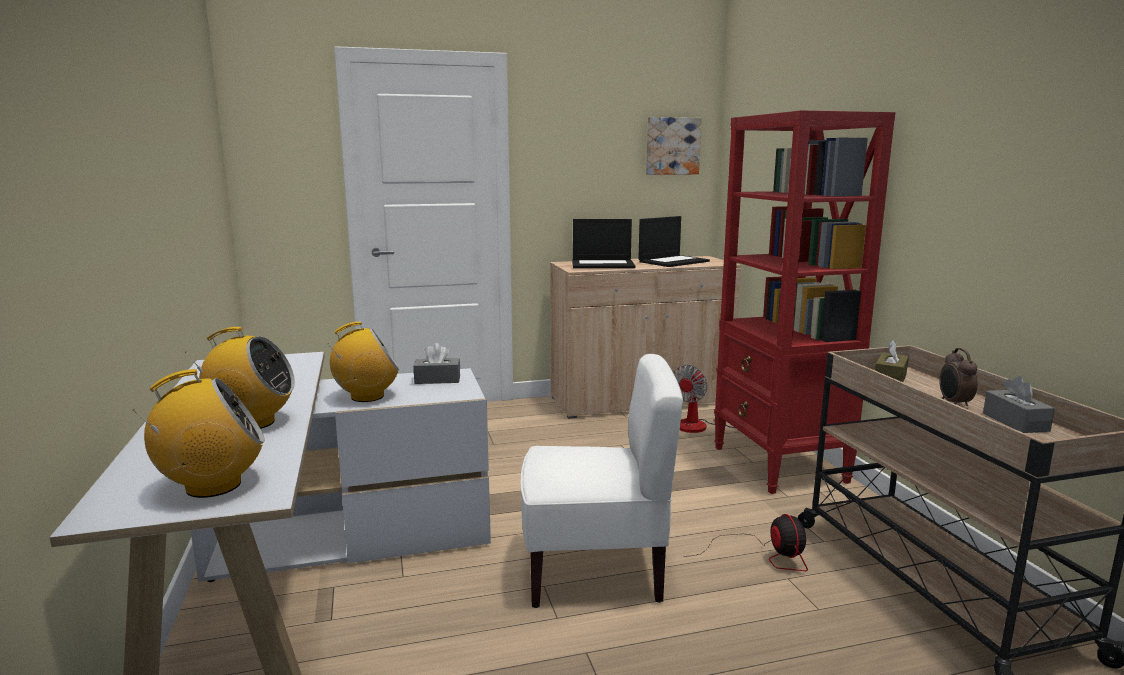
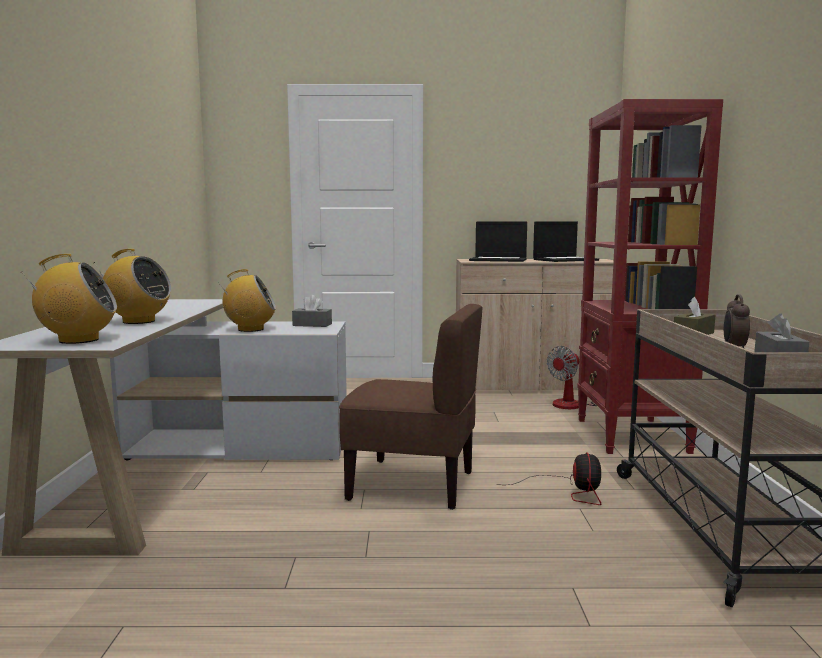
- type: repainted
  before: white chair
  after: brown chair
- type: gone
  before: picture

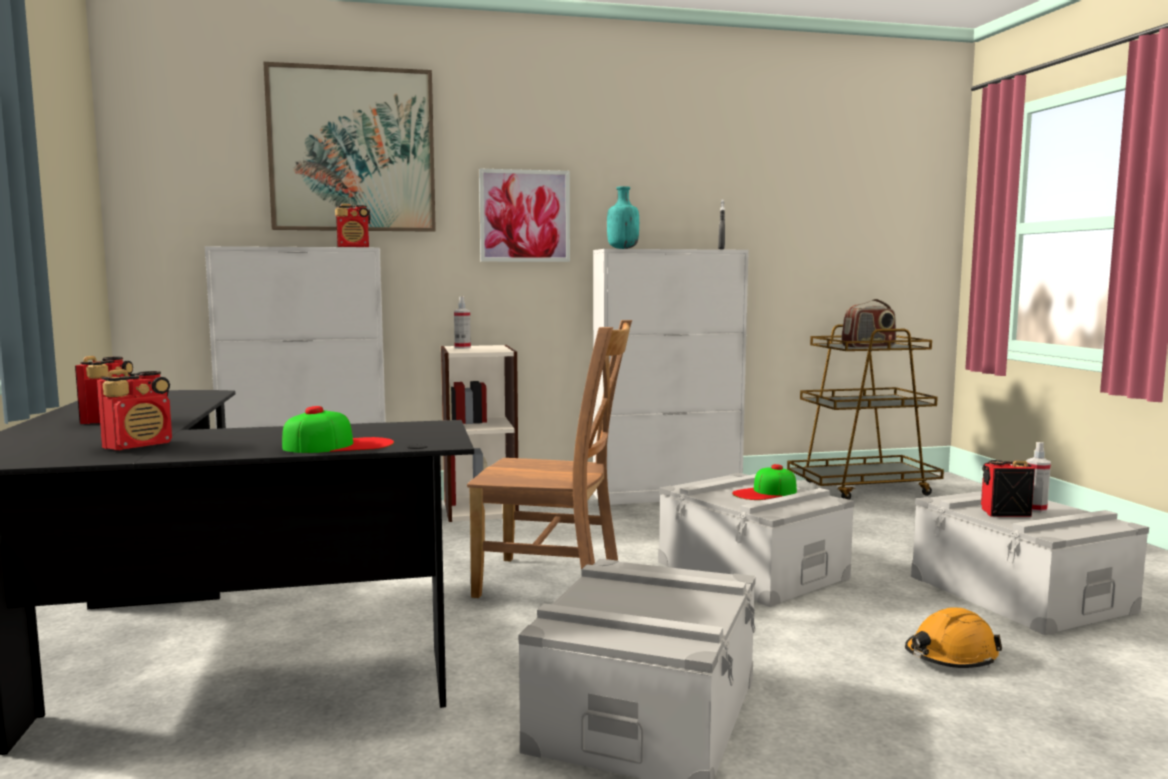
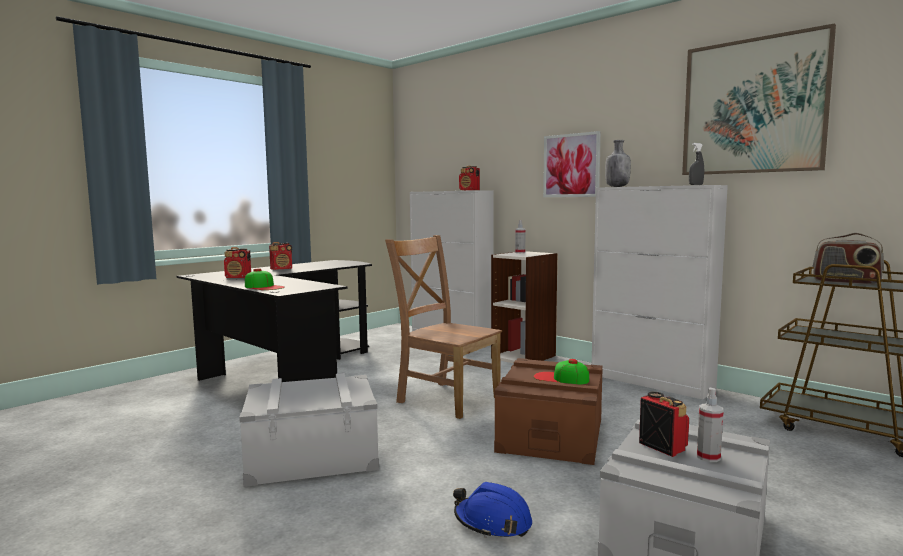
- type: shifted
  before: picture (no. 1 from left in the first image)
  after: picture (no. 2 from left)
- type: rotated
  before: brown chair
  turn: 150
- type: repainted
  before: turquoise bottle
  after: grey bottle
- type: repainted
  before: grey storage box (no. 2 from left)
  after: brown storage box
- type: repainted
  before: orange hard hat
  after: blue hard hat

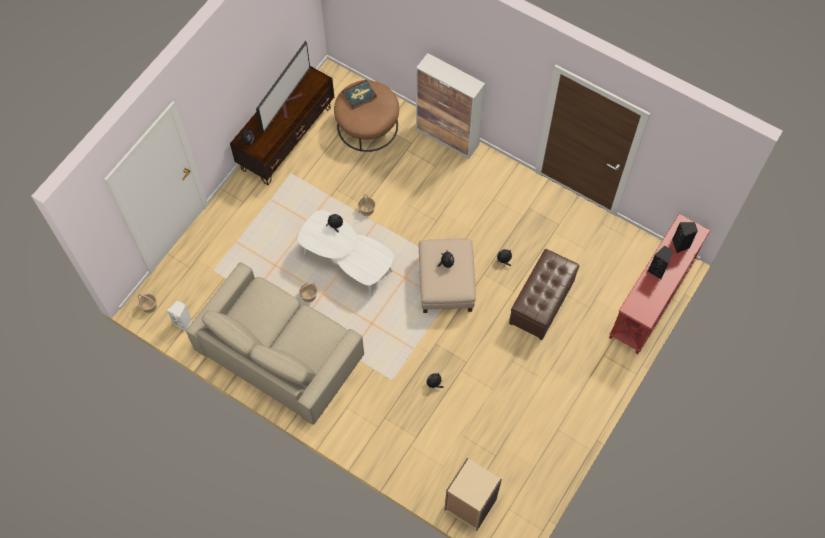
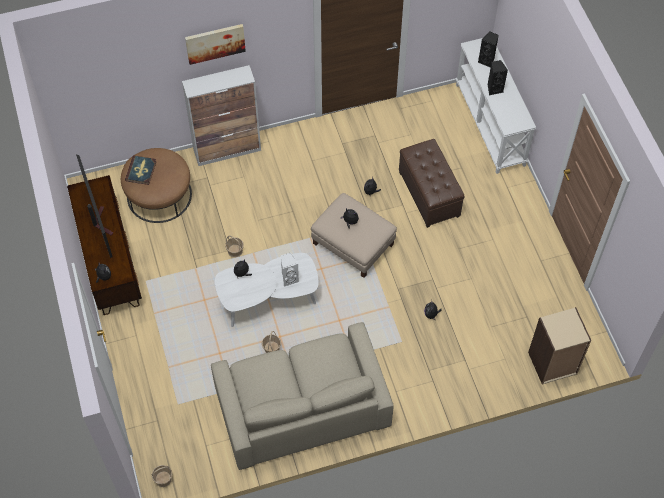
- type: shifted
  before: white speaker
- type: repainted
  before: red console table
  after: white console table
- type: new
  after: picture

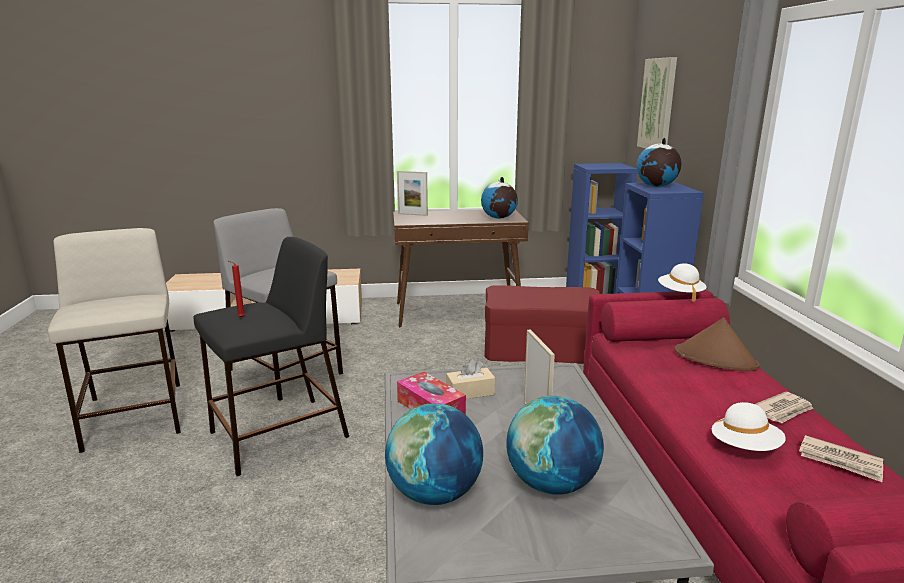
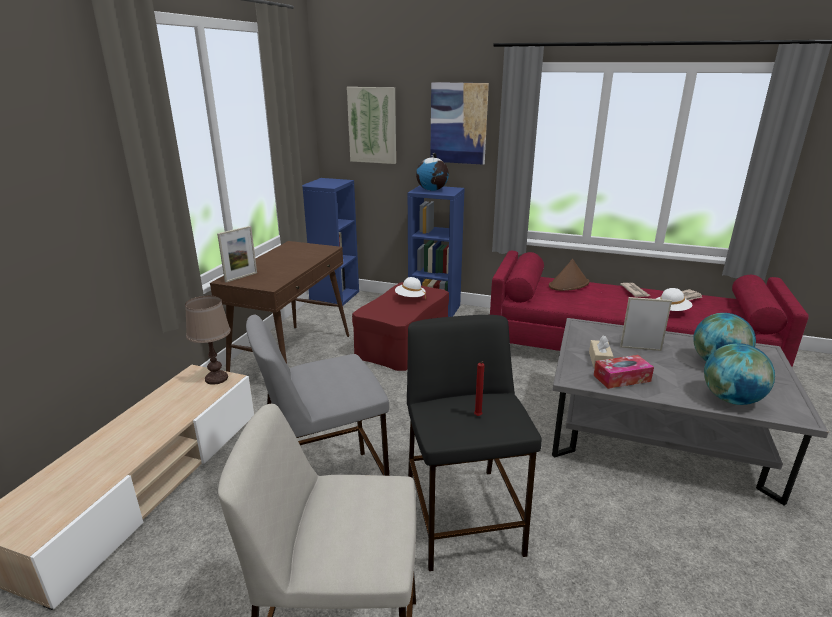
- type: gone
  before: globe (no. 2 from left)
- type: shifted
  before: white hat (no. 1 from left)
- type: new
  after: brown table lamp
- type: new
  after: picture (no. 2 from left)

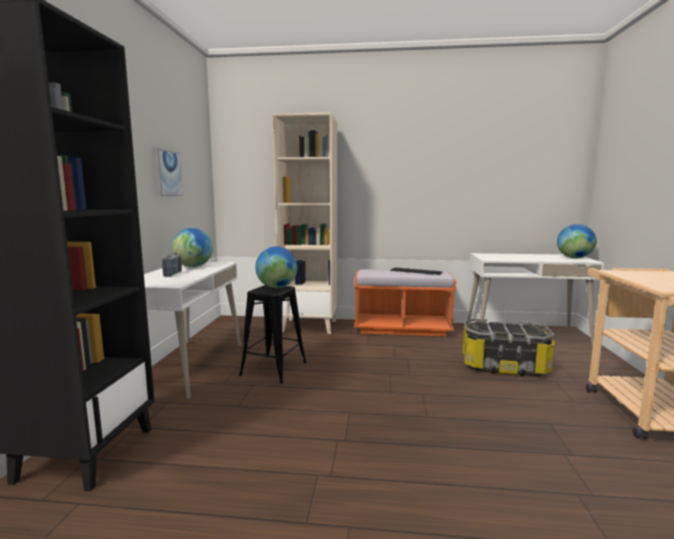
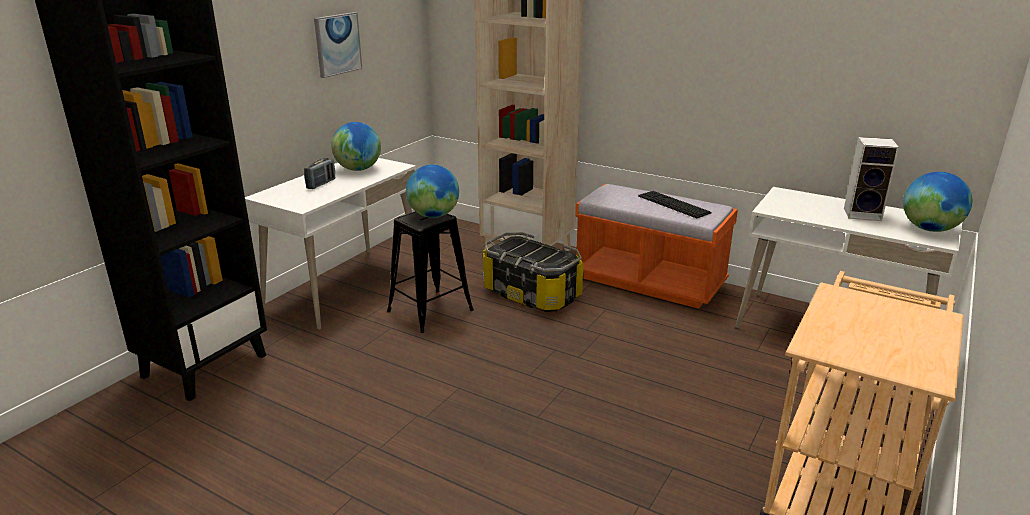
- type: shifted
  before: storage box
- type: new
  after: speaker

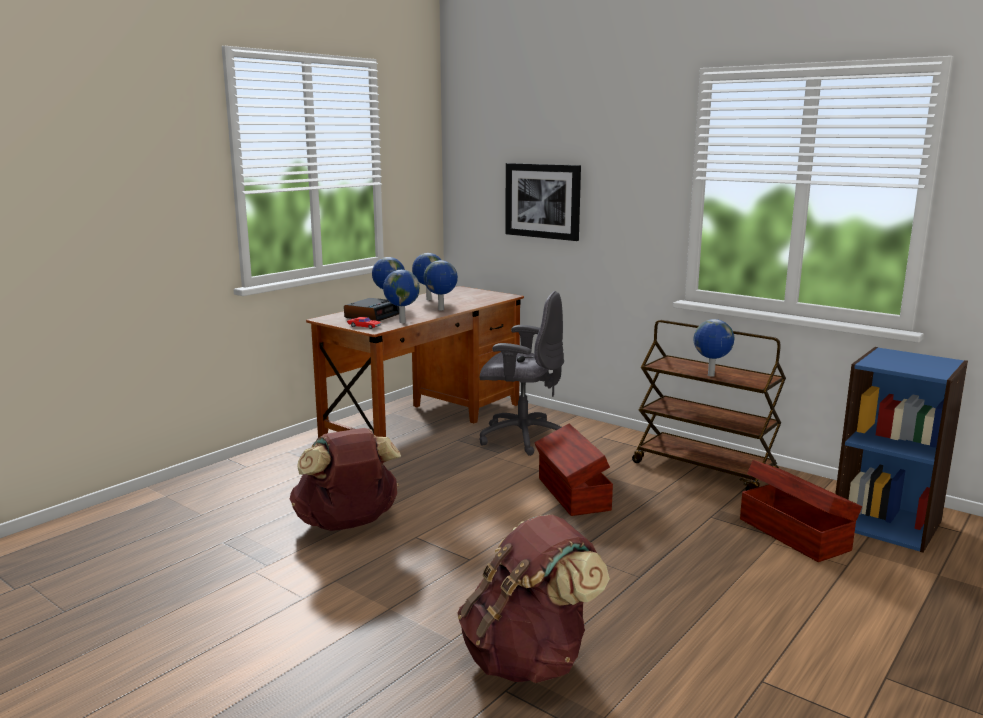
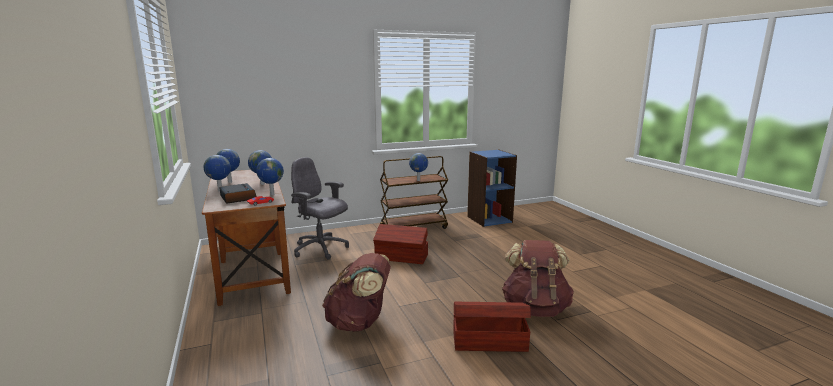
- type: rotated
  before: grey office chair
  turn: -105
- type: gone
  before: picture
- type: shifted
  before: brown storage box (no. 2 from left)

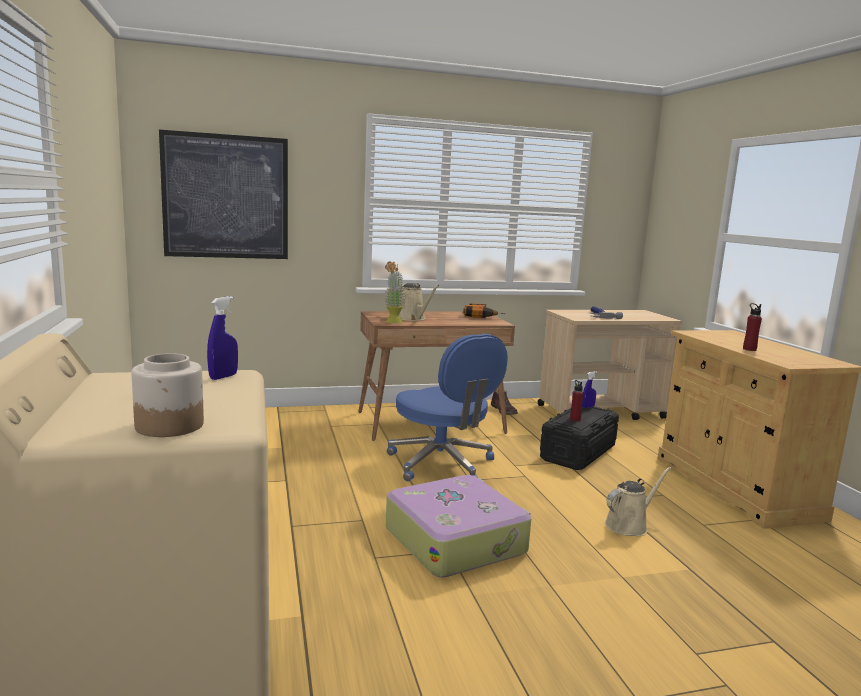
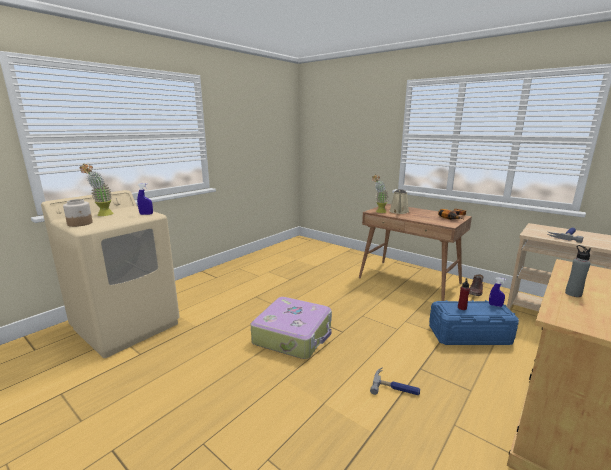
- type: gone
  before: picture
- type: gone
  before: blue office chair
- type: repainted
  before: black storage box
  after: blue storage box
- type: swapped
  before: beige watering can (no. 2 from left)
  after: hammer (no. 1 from left)
- type: repainted
  before: red bottle (no. 2 from left)
  after: grey bottle
- type: new
  after: potted plant (no. 1 from left)

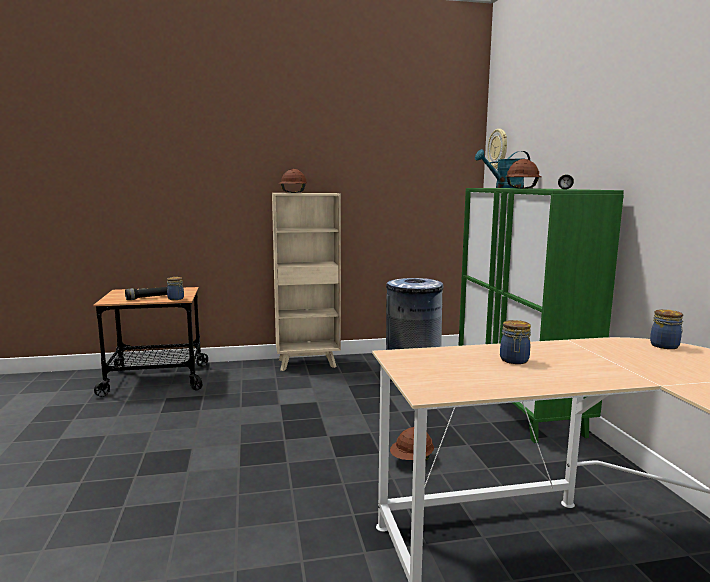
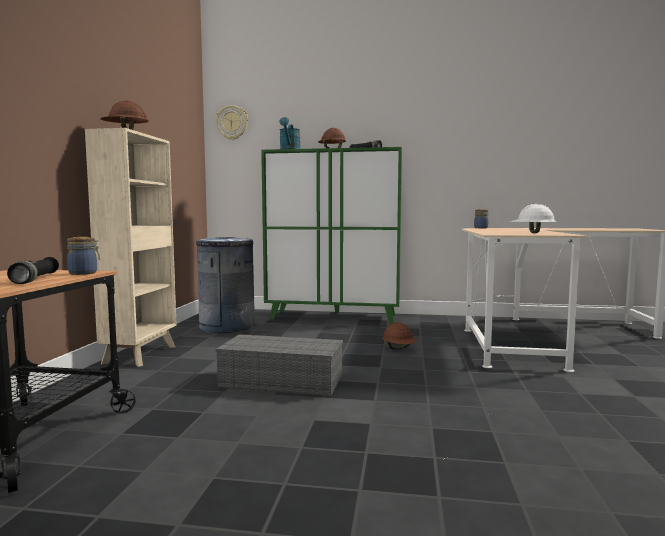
- type: gone
  before: jar (no. 2 from left)
- type: new
  after: grey storage box
- type: new
  after: white hard hat

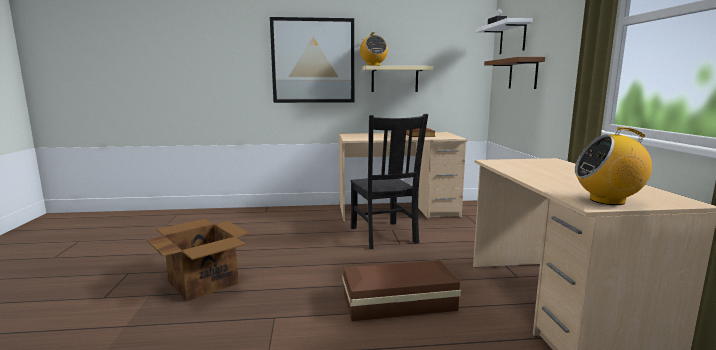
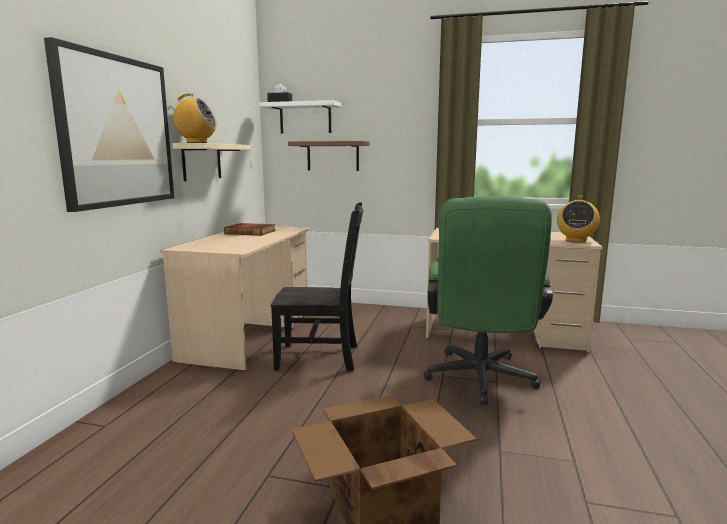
- type: swapped
  before: brown storage box
  after: green office chair

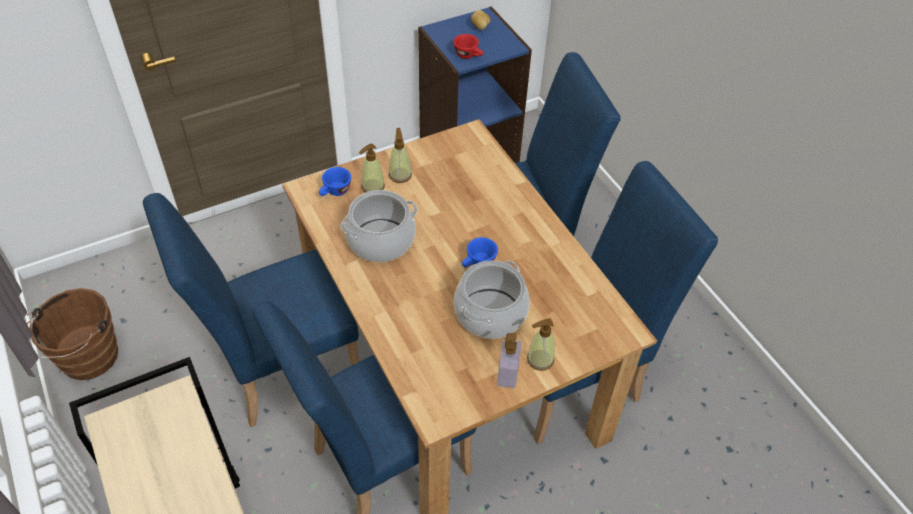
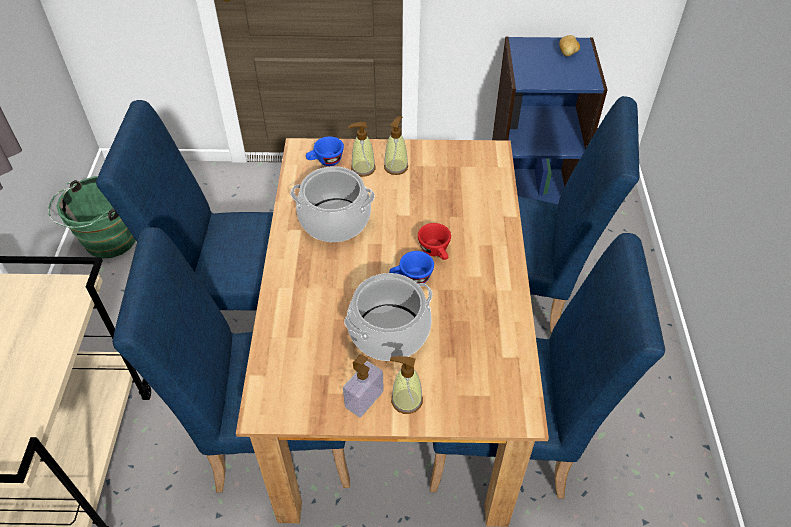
- type: repainted
  before: brown bucket
  after: green bucket
- type: shifted
  before: red cup

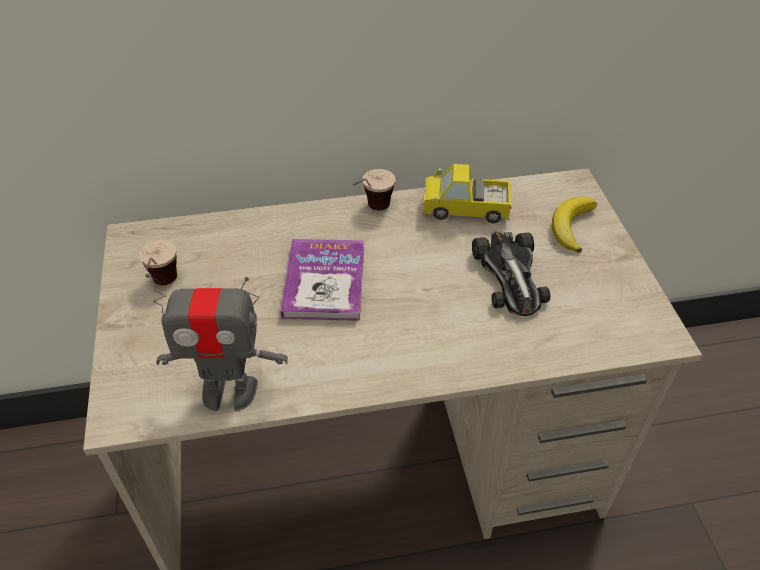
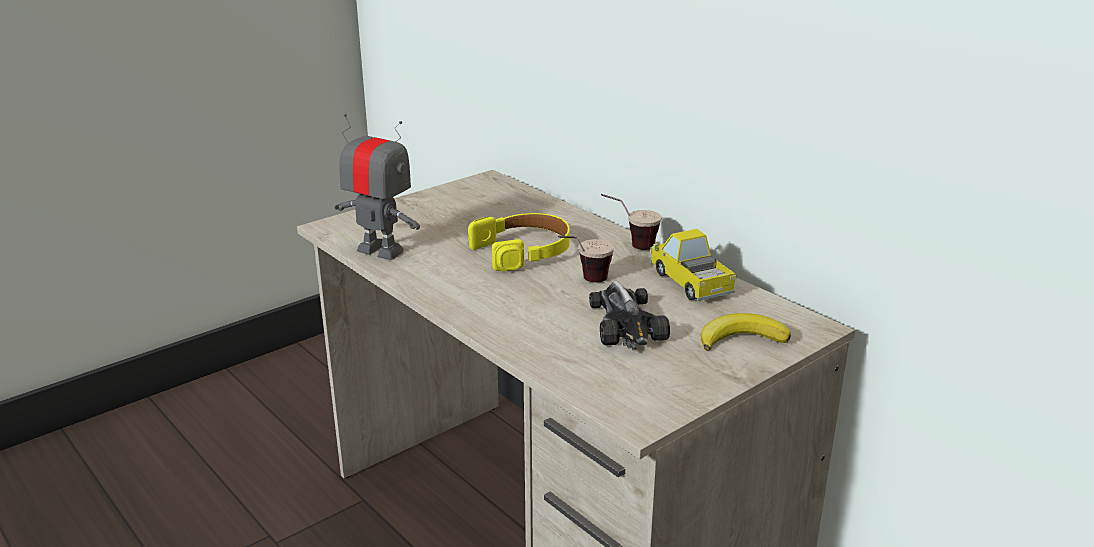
- type: shifted
  before: cup (no. 1 from left)
- type: rotated
  before: toy robot
  turn: 150
- type: swapped
  before: book
  after: yellow headphones
- type: rotated
  before: toy car
  turn: 120

